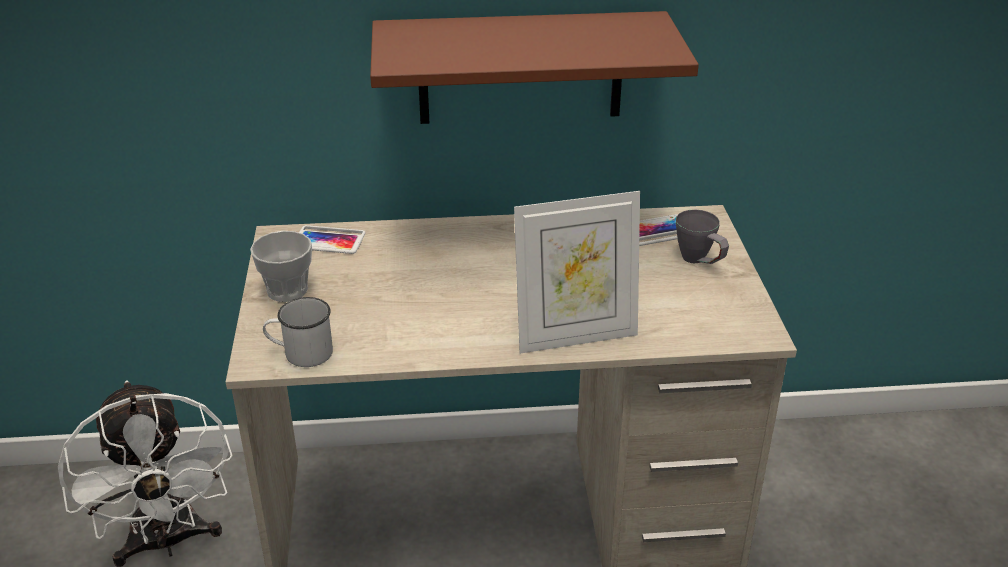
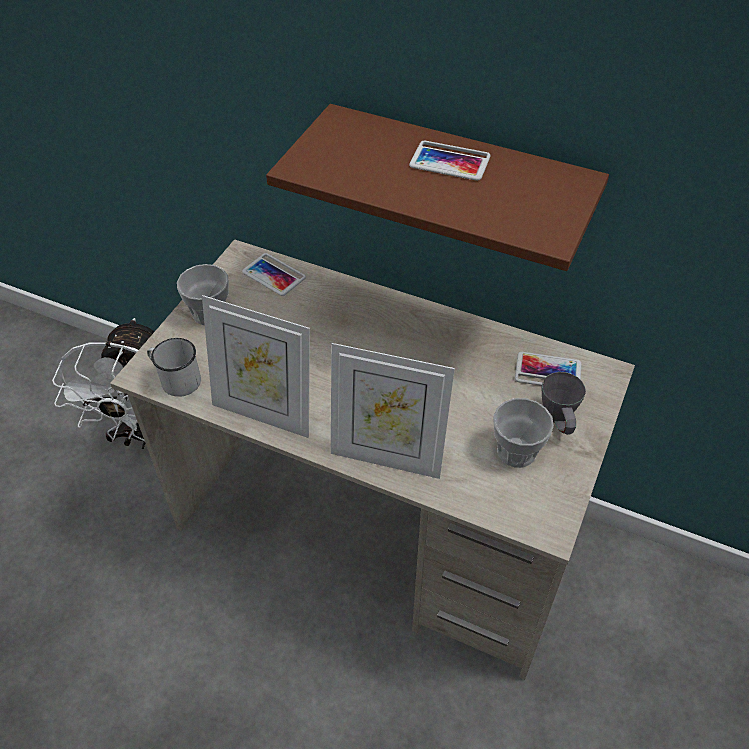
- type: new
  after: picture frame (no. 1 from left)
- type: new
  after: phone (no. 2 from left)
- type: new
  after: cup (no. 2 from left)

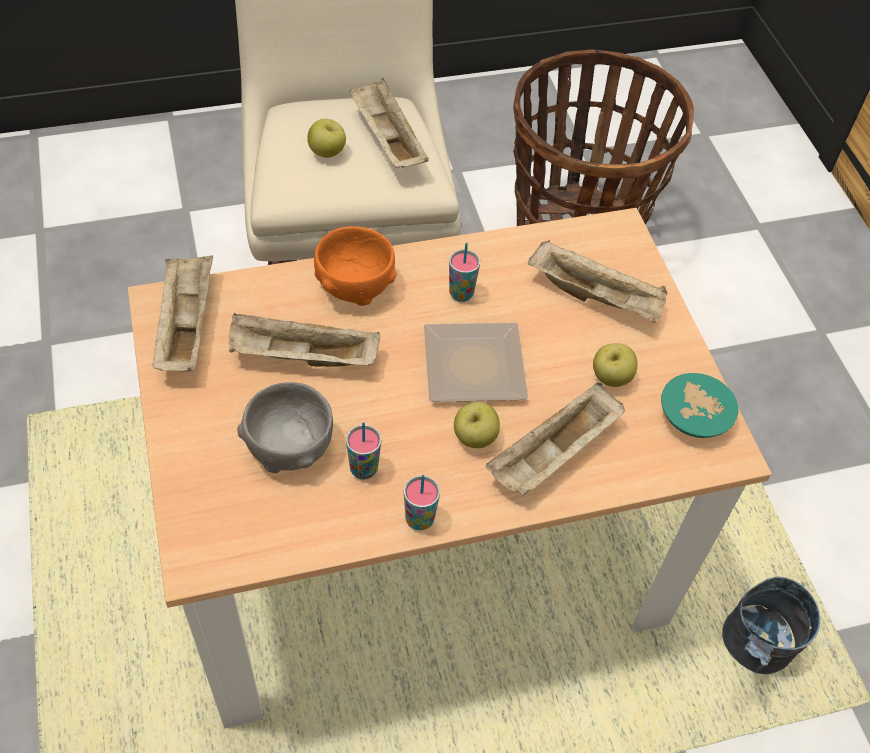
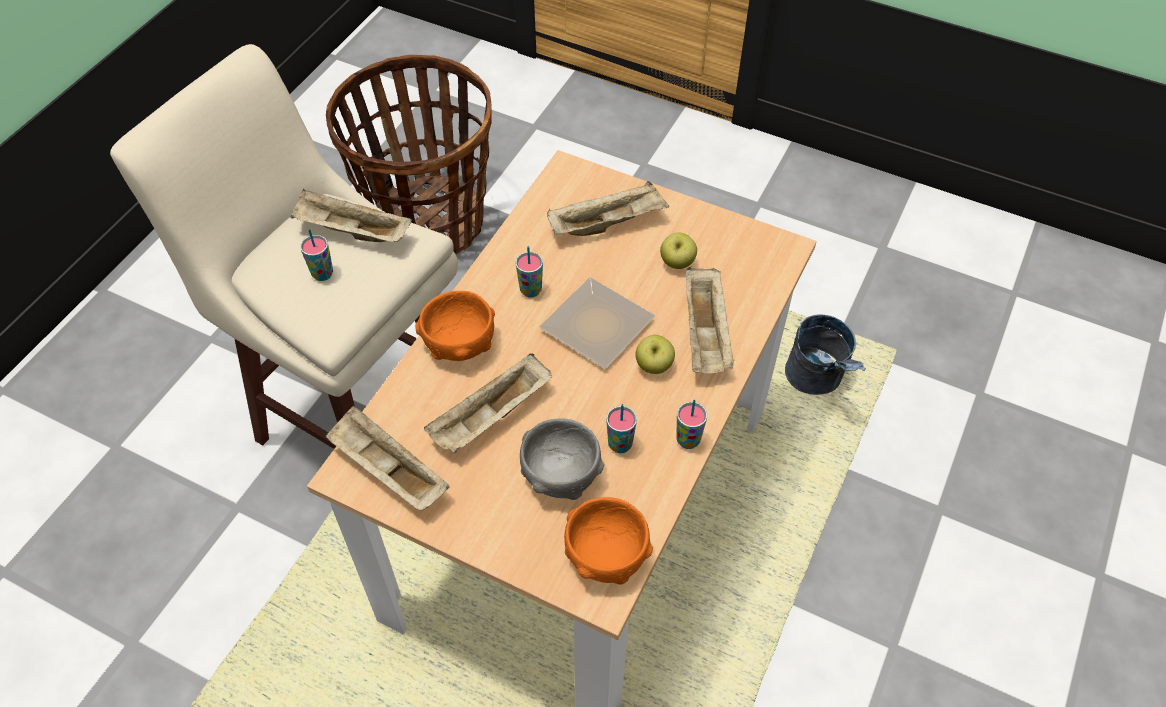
- type: swapped
  before: apple (no. 1 from left)
  after: cup (no. 1 from left)
- type: gone
  before: turquoise bowl
- type: new
  after: orange bowl (no. 2 from left)

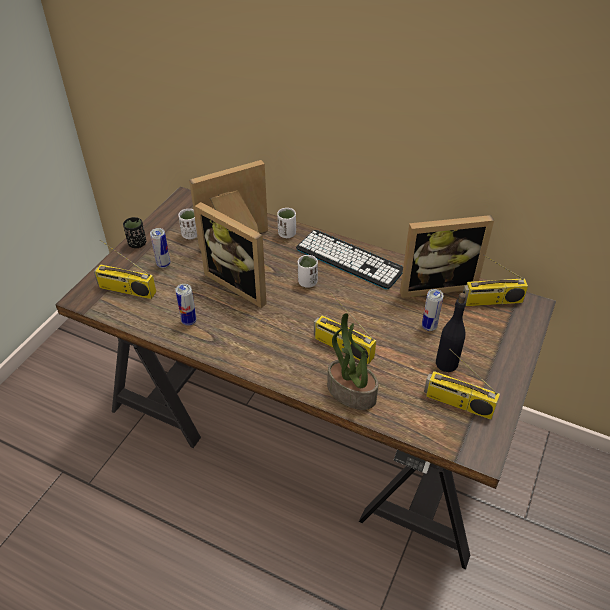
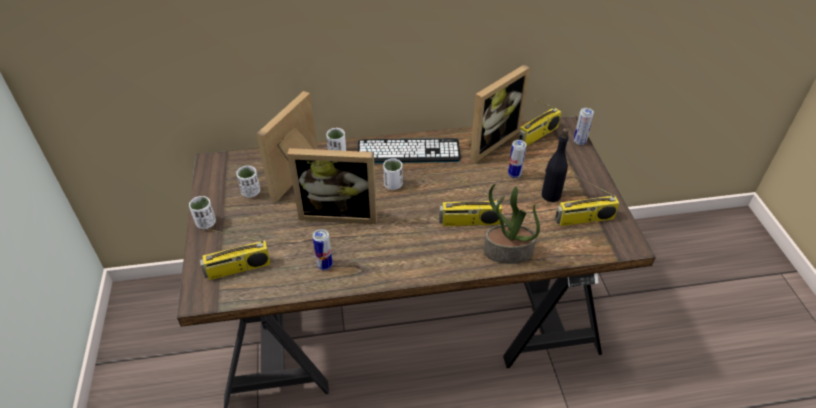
- type: repainted
  before: black cup
  after: white cup (no. 1 from left)
- type: shifted
  before: can (no. 1 from left in the first image)
  after: can (no. 3 from left)

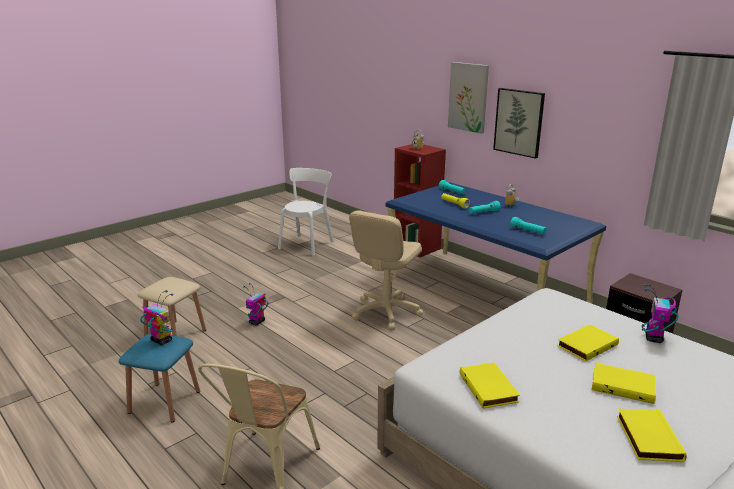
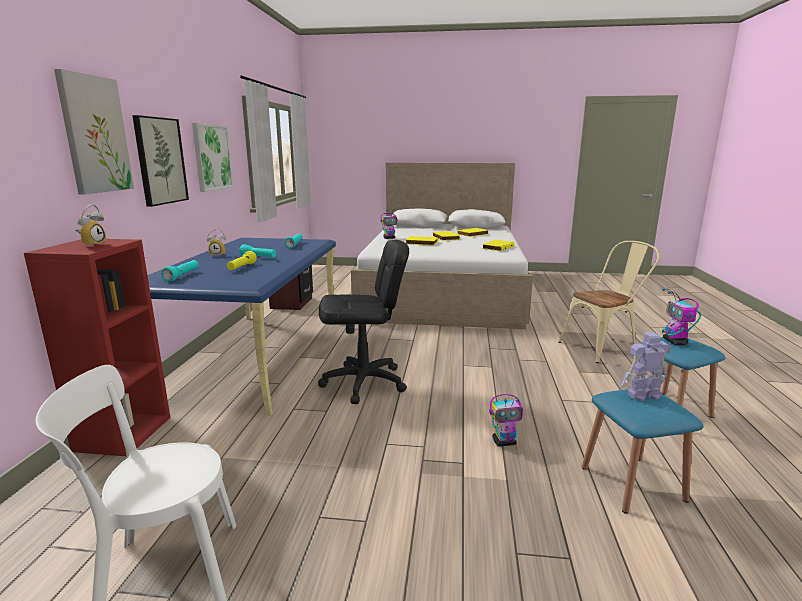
- type: repainted
  before: beige stool
  after: blue stool (no. 1 from left)
- type: repainted
  before: beige office chair
  after: black office chair
- type: new
  after: picture (no. 3 from left)
- type: new
  after: toy robot (no. 3 from left)

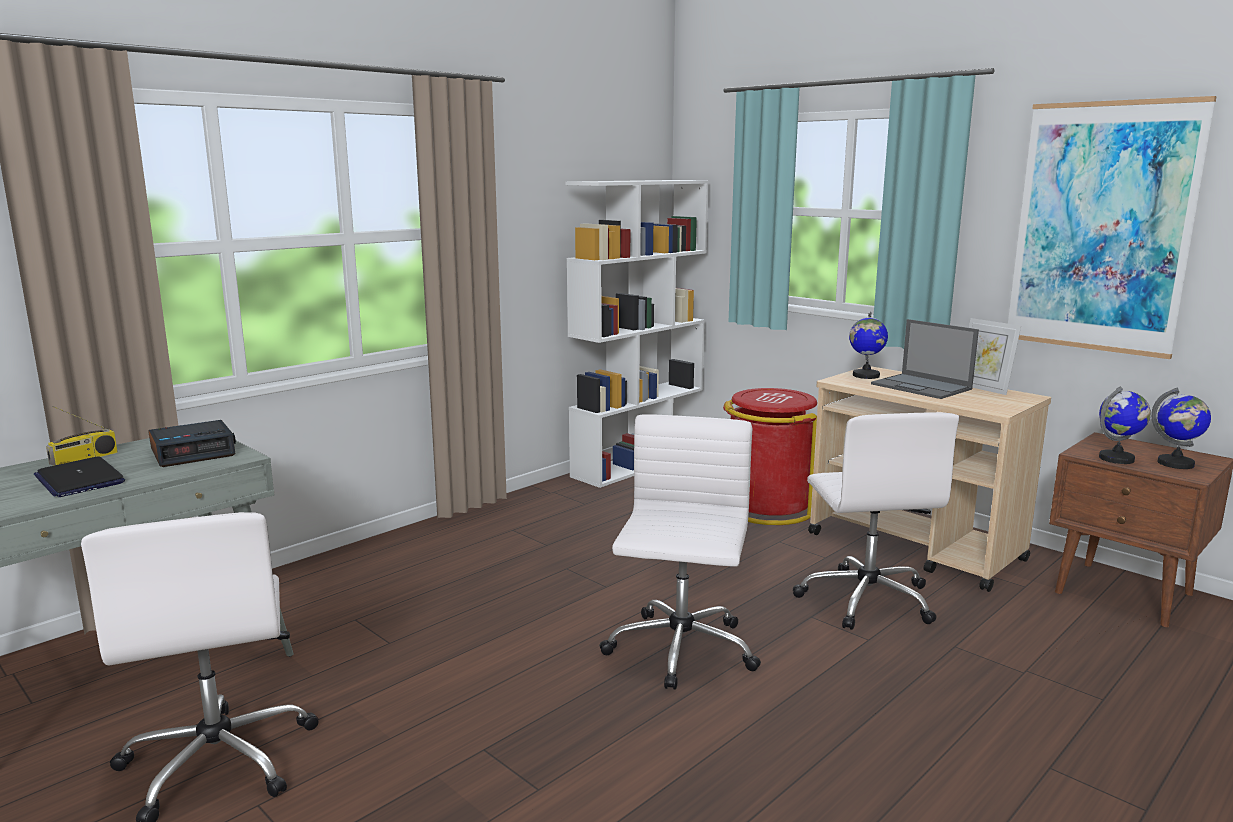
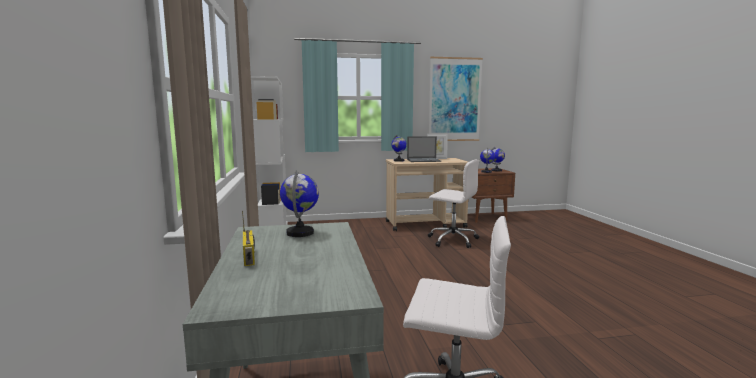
- type: gone
  before: laptop (no. 1 from left)
- type: swapped
  before: alarm clock
  after: globe (no. 1 from left)
- type: gone
  before: white office chair (no. 2 from left)
- type: gone
  before: red trash can

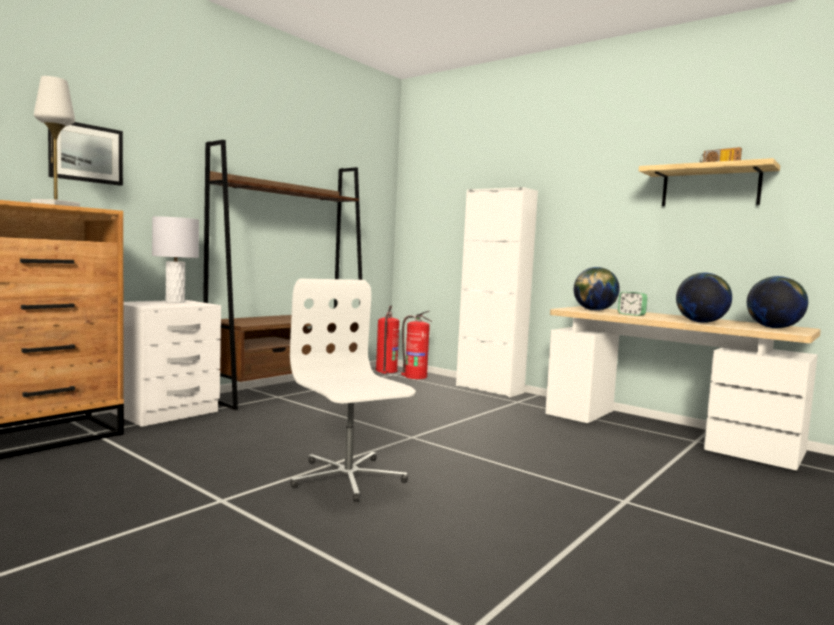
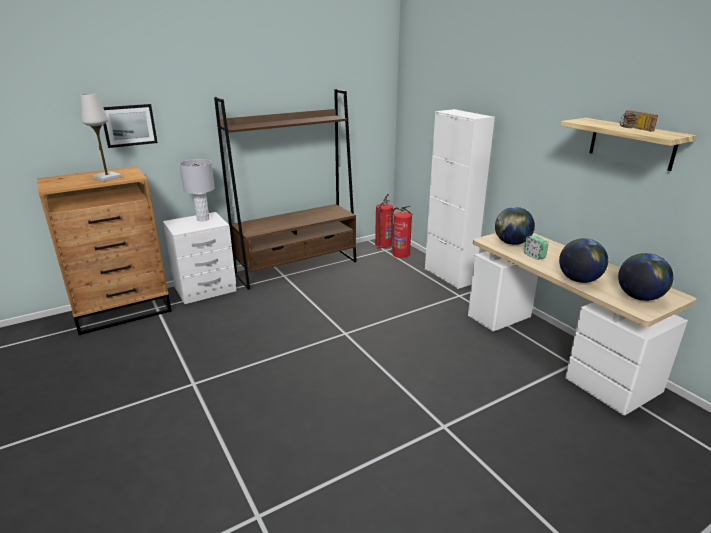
- type: gone
  before: white office chair

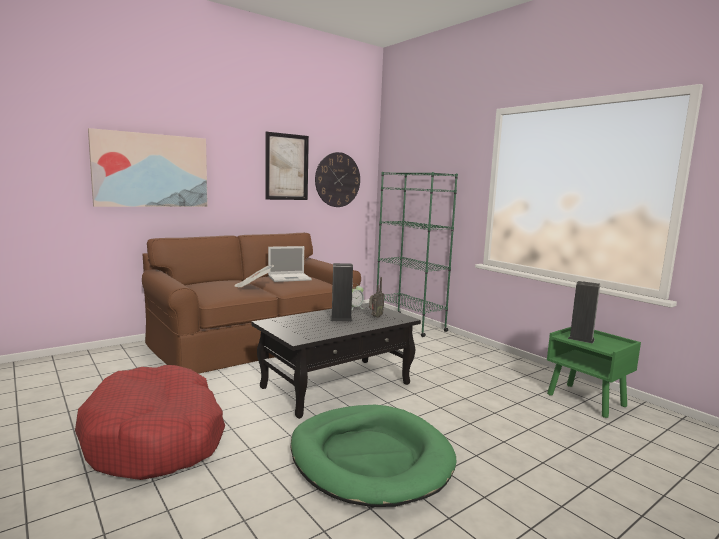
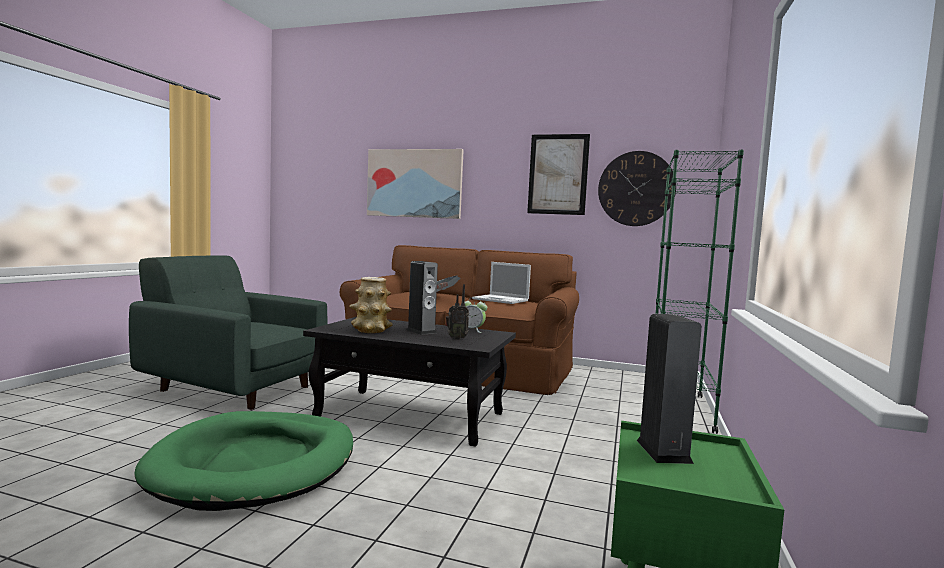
- type: swapped
  before: red dog bed
  after: green armchair
- type: new
  after: vase

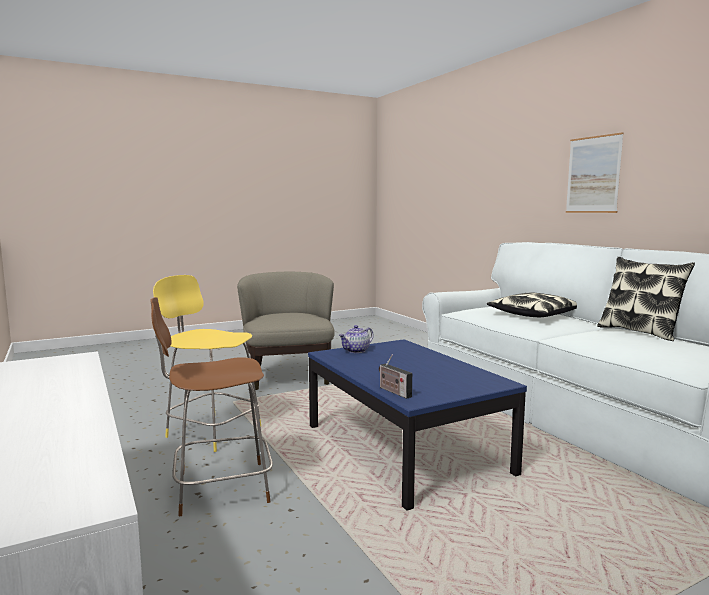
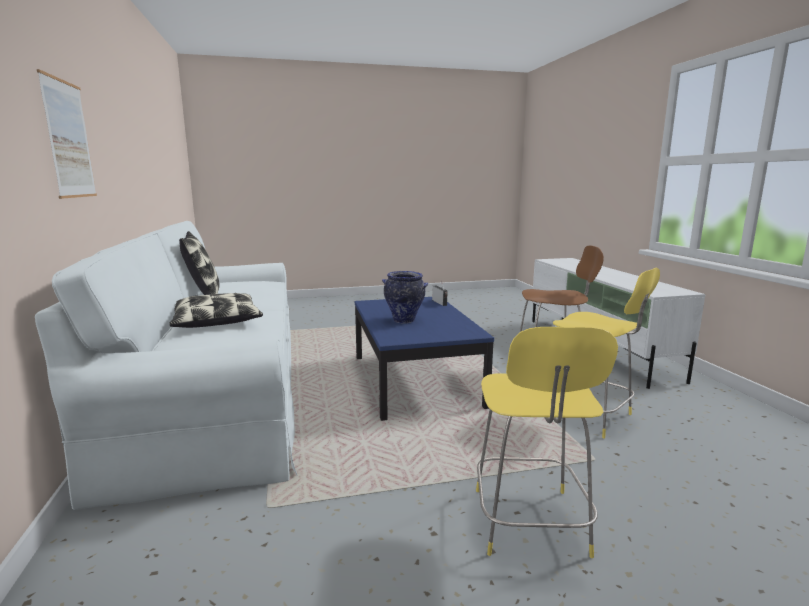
- type: swapped
  before: beige armchair
  after: yellow stool (no. 1 from left)
- type: gone
  before: teapot
- type: new
  after: vase

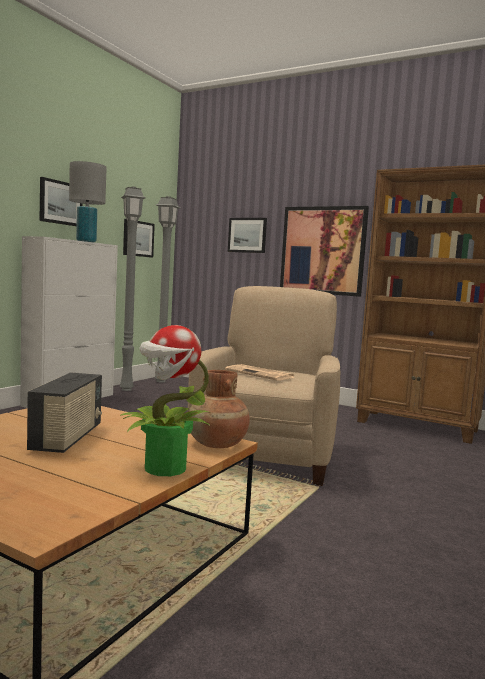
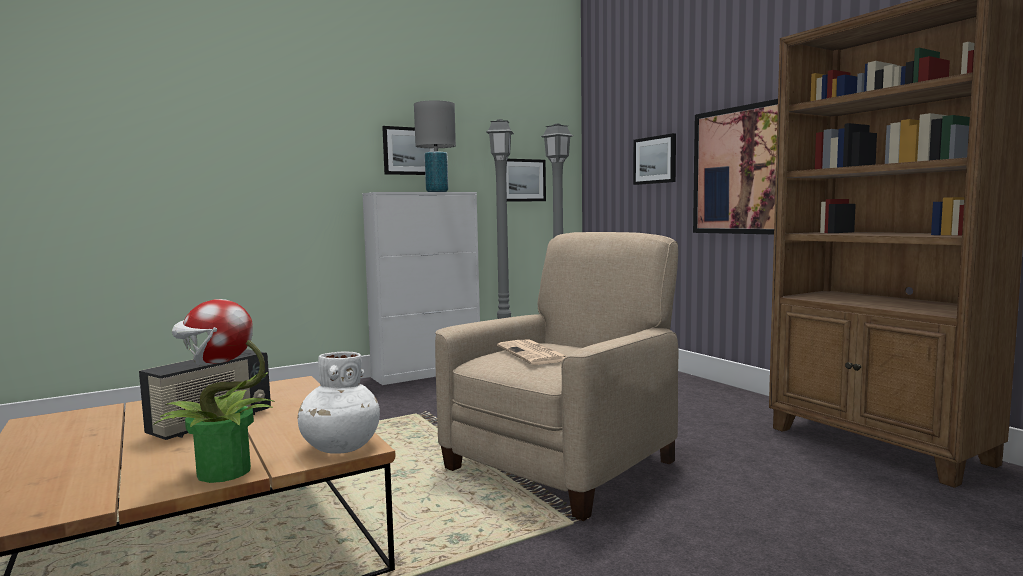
- type: repainted
  before: brown vase
  after: white vase

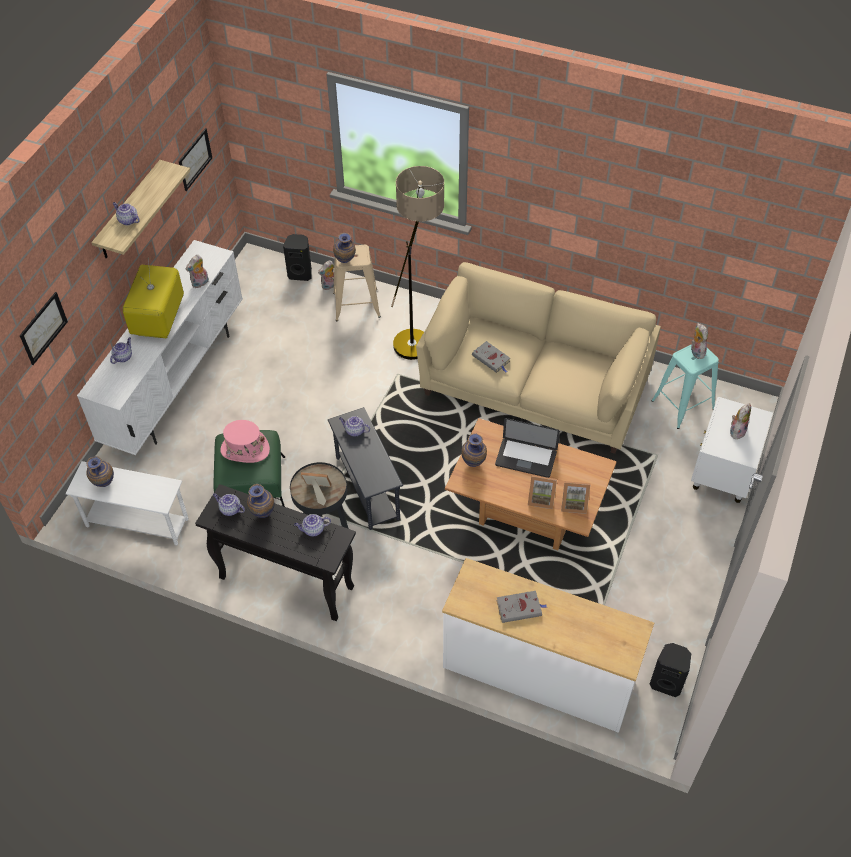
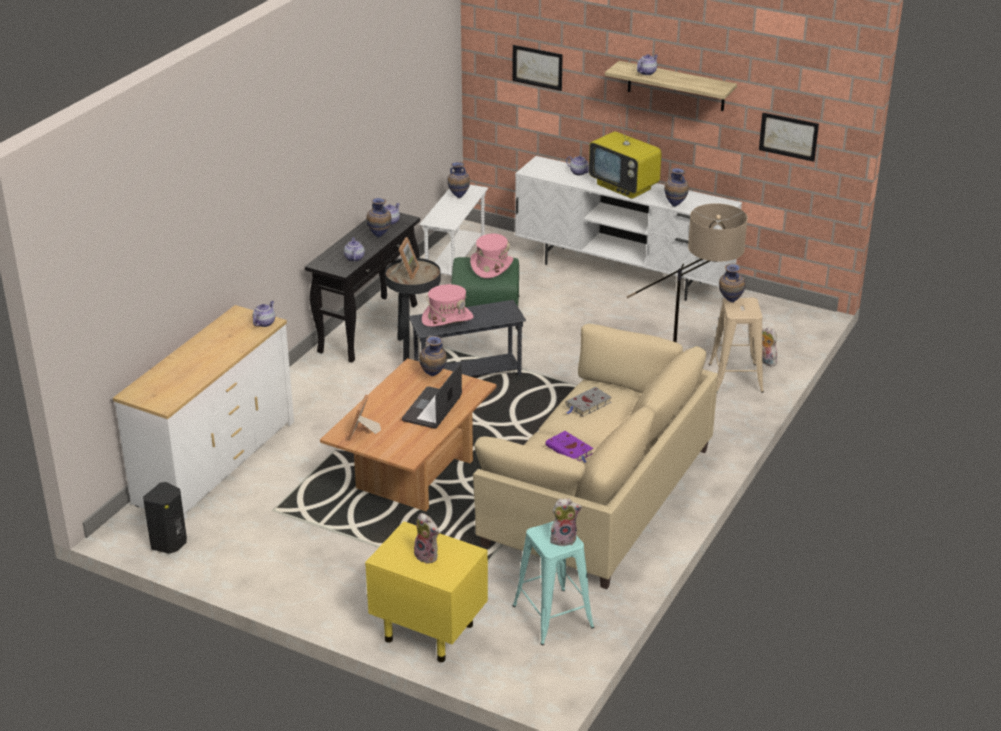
- type: rotated
  before: television
  turn: -150
- type: swapped
  before: plush toy (no. 1 from left)
  after: vase (no. 4 from left)
- type: gone
  before: black speaker (no. 1 from left)
- type: shifted
  before: teapot (no. 5 from left in the first image)
  after: teapot (no. 1 from left)
- type: gone
  before: grey book (no. 2 from left)
- type: gone
  before: picture frame (no. 2 from left)
- type: repainted
  before: white nightstand
  after: yellow nightstand
- type: new
  after: pink hat (no. 1 from left)
- type: new
  after: purple book

